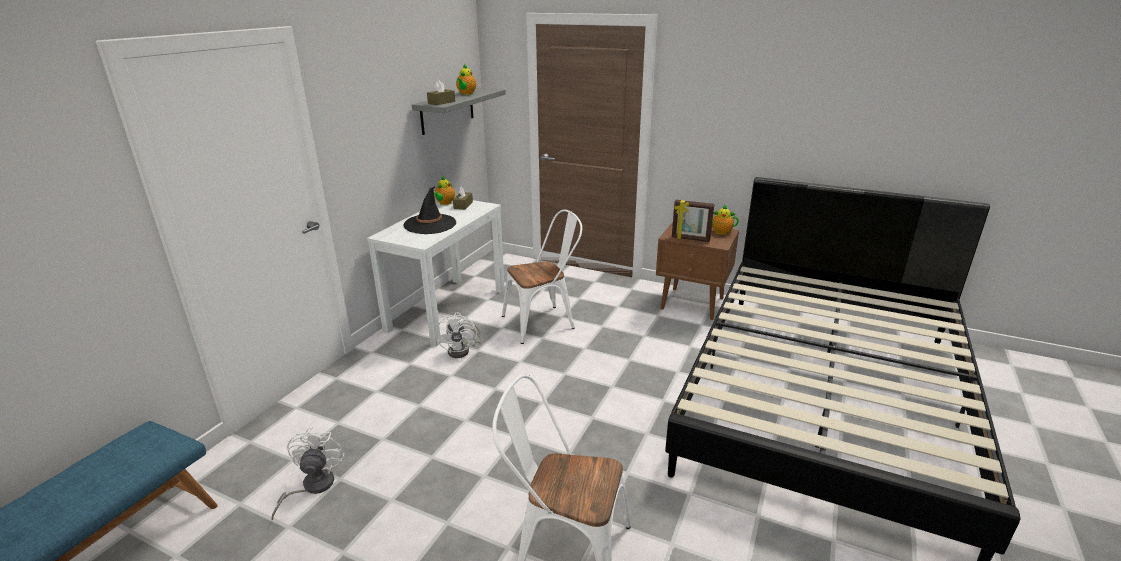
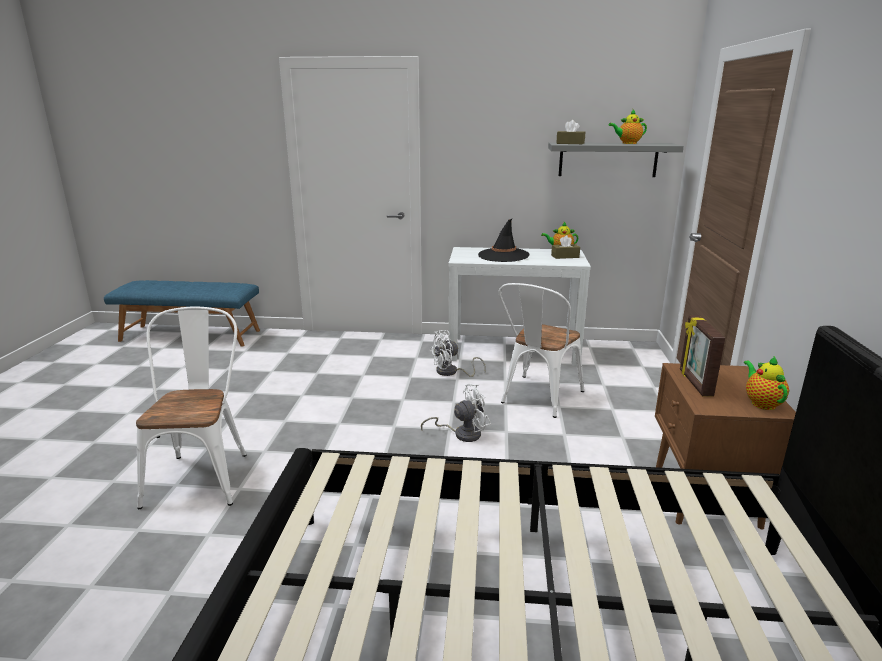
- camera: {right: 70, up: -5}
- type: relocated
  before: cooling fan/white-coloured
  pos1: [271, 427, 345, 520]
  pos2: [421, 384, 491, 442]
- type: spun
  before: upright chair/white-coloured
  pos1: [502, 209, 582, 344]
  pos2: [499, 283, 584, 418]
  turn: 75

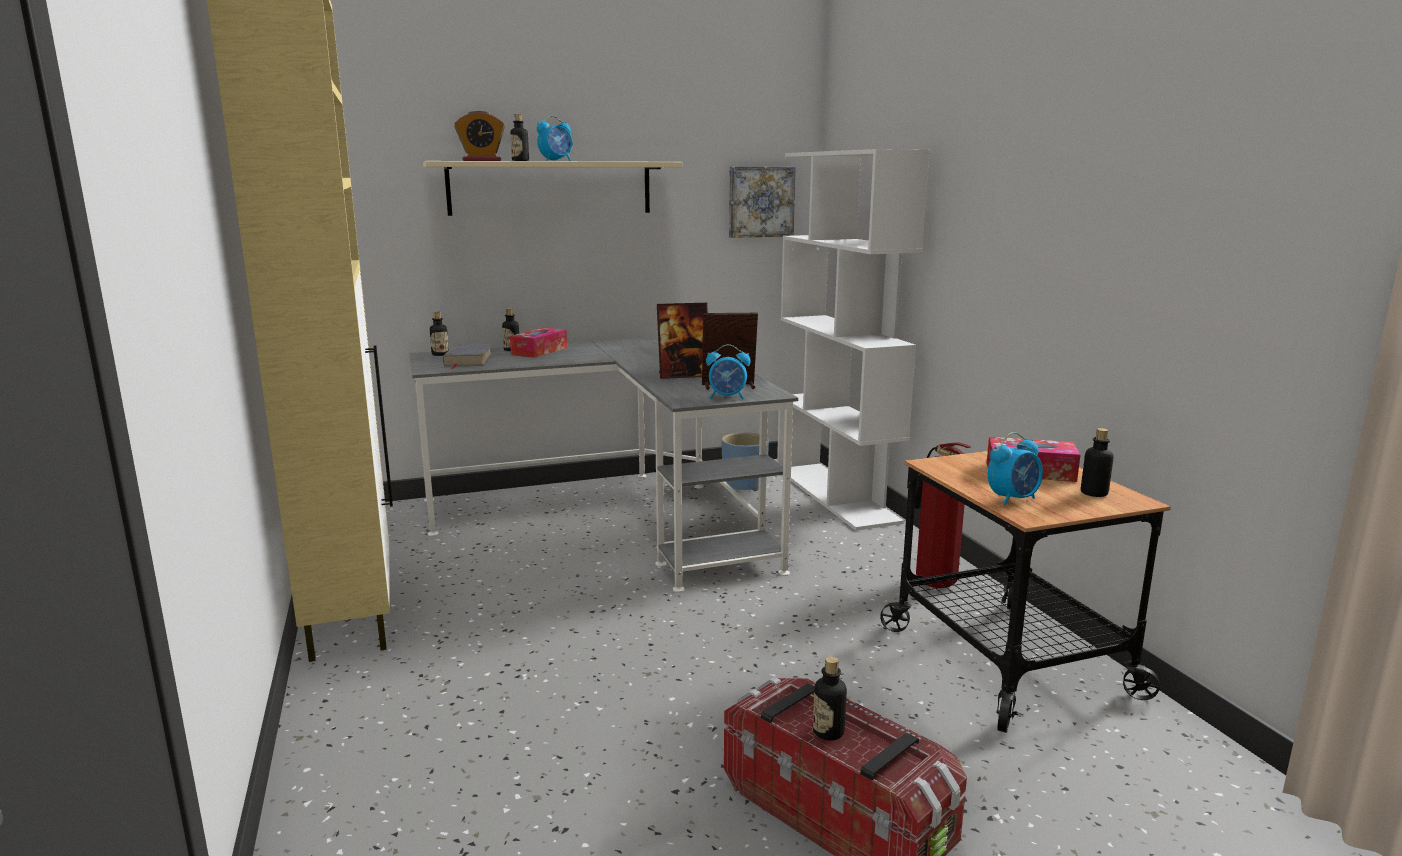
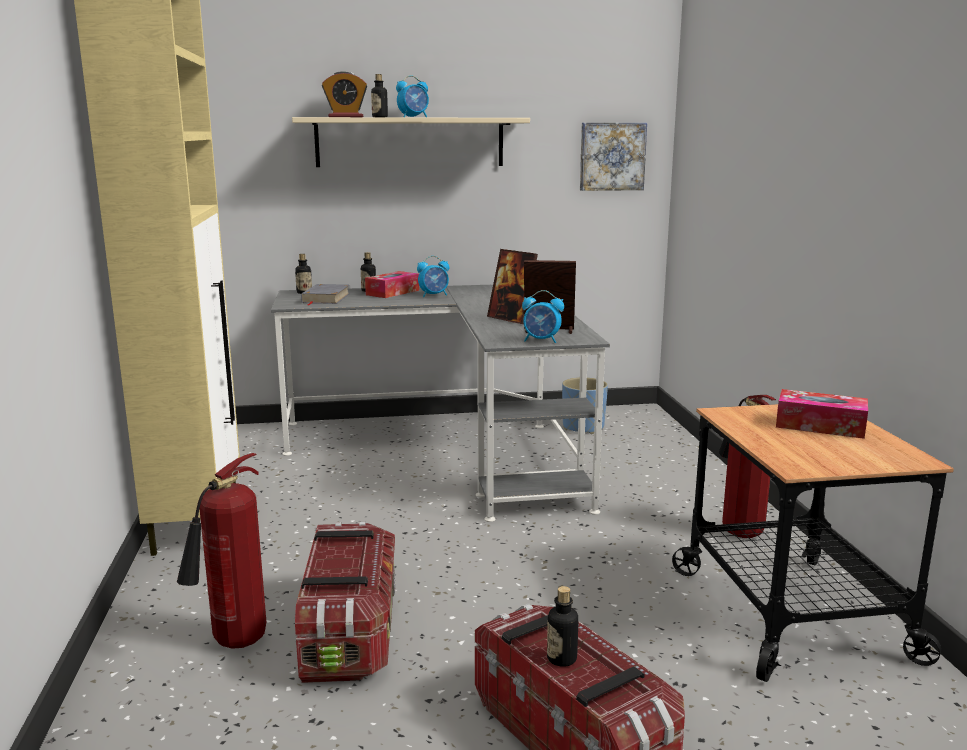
- camera: {right: 10, up: 0}
- type: missing
  before: shelving unit/white-coloured
  pos1: [777, 149, 929, 531]
- type: missing
  before: beverage bottle
  pos1: [1081, 428, 1113, 497]
- type: appeared
  after: fire extinguisher
  pos2: [177, 453, 266, 649]
- type: appeared
  after: storage bin
  pos2: [295, 521, 395, 683]
- type: relocated
  before: bedside clock
  pos1: [988, 432, 1043, 506]
  pos2: [417, 256, 449, 297]
- type: spun
  before: picture frame
  pos1: [657, 303, 708, 379]
  pos2: [487, 249, 538, 324]
  turn: 45

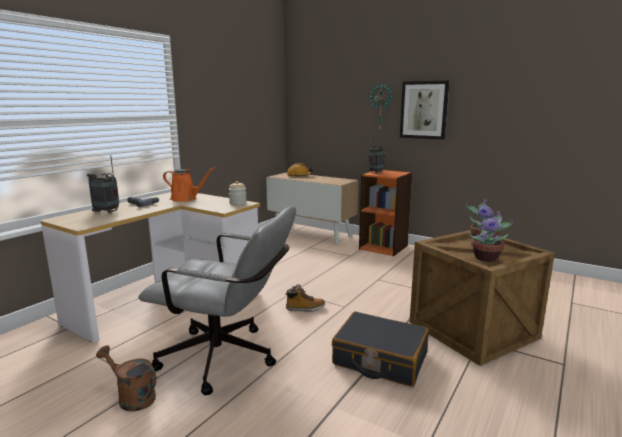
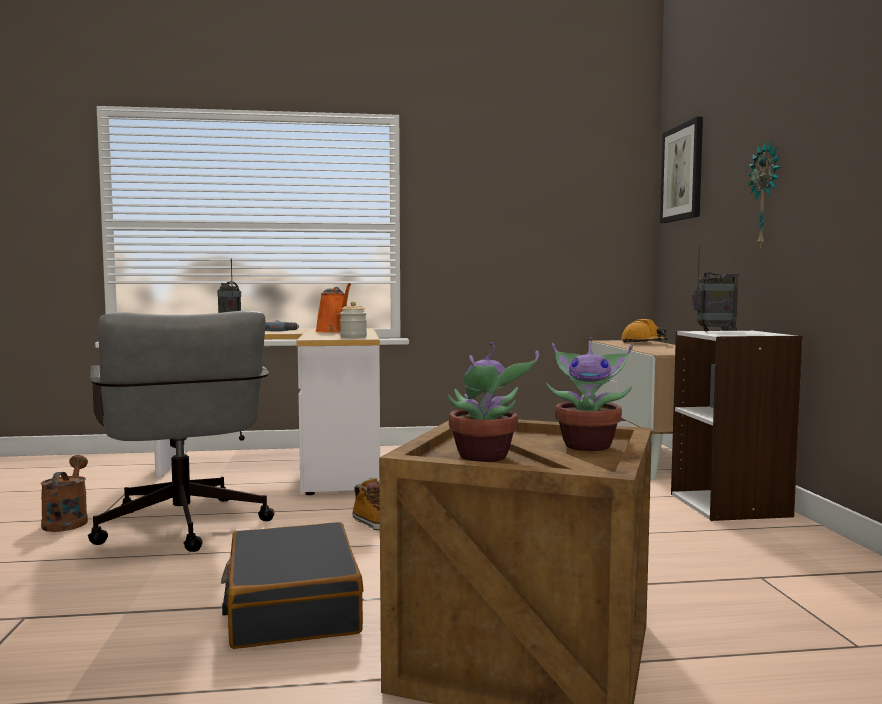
- camera: {right: 50, up: -10}
- type: relocated
  before: picture
  pos1: [400, 81, 449, 140]
  pos2: [660, 117, 703, 223]
- type: colour
  before: shelving unit/orange
  after: shelving unit/white-coloured
  pos1: [359, 170, 412, 256]
  pos2: [671, 330, 803, 521]

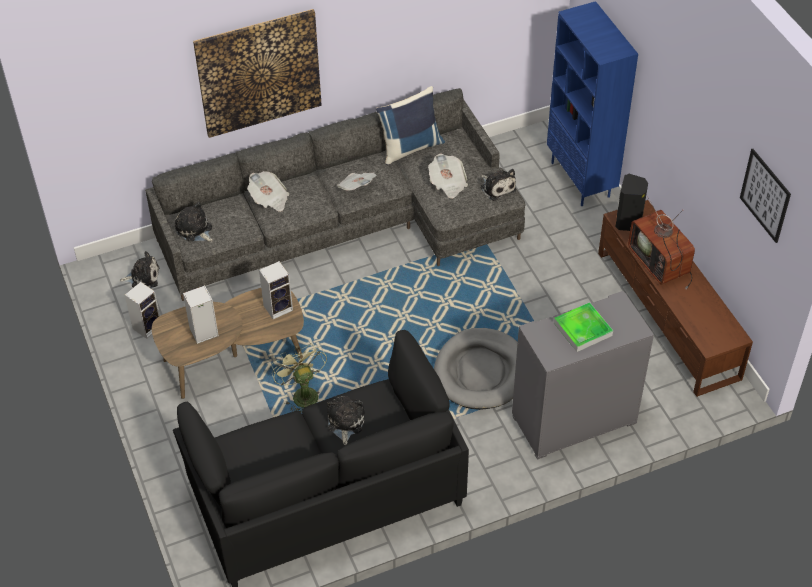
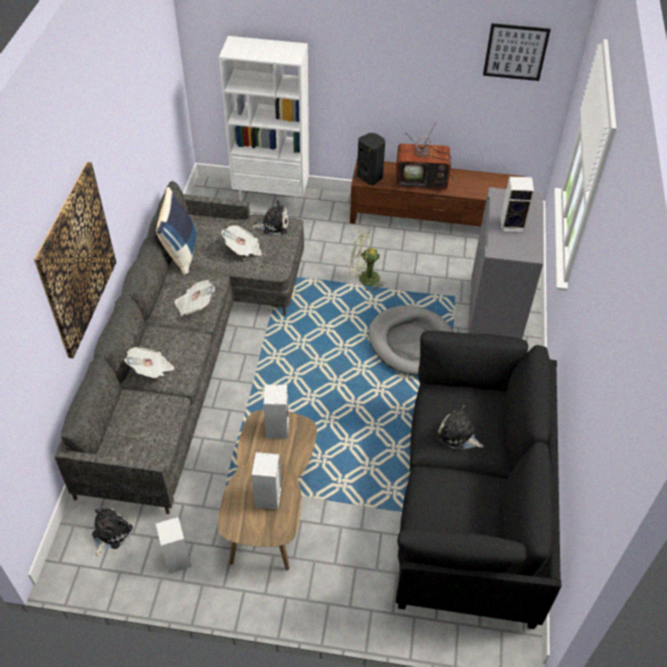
- camera: {right: -60, up: 0}
- type: missing
  before: soft toy
  pos1: [175, 202, 213, 242]
- type: relocated
  before: cooling fan/green-coloured
  pos1: [271, 343, 327, 413]
  pos2: [350, 229, 386, 291]
- type: exchanged
  before: tray
  after: audio speaker
  pos1: [554, 302, 613, 352]
  pos2: [500, 176, 534, 233]
- type: colour
  before: shelving unit/bluish
  after: shelving unit/white-coloured
  pos1: [547, 1, 638, 206]
  pos2: [219, 36, 309, 209]

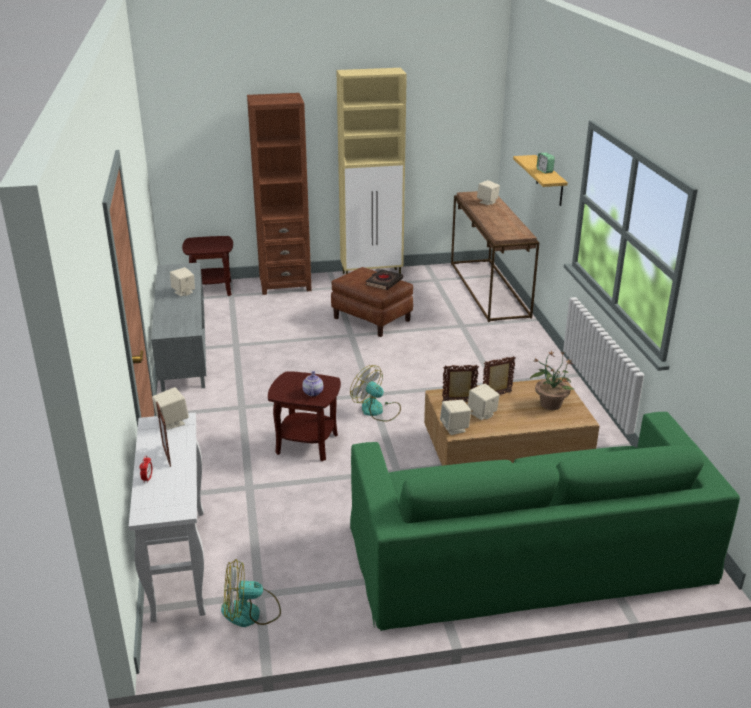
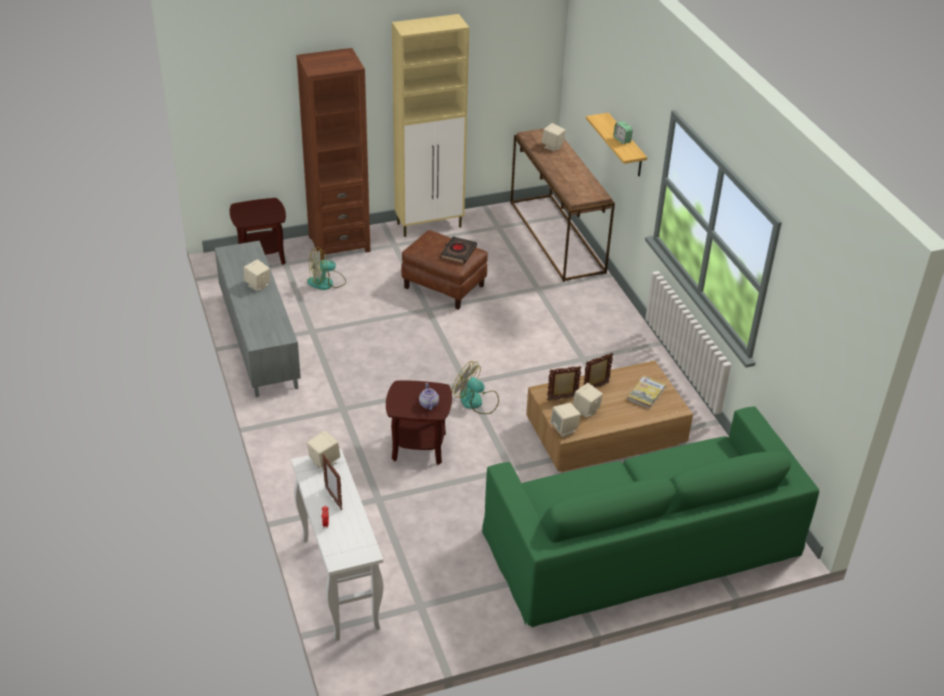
- camera: {right: -10, up: 10}
- type: relocated
  before: cooling fan
  pos1: [221, 559, 281, 627]
  pos2: [307, 247, 346, 290]
- type: exchanged
  before: plant in a pot
  after: volume
  pos1: [530, 350, 574, 410]
  pos2: [627, 375, 666, 409]

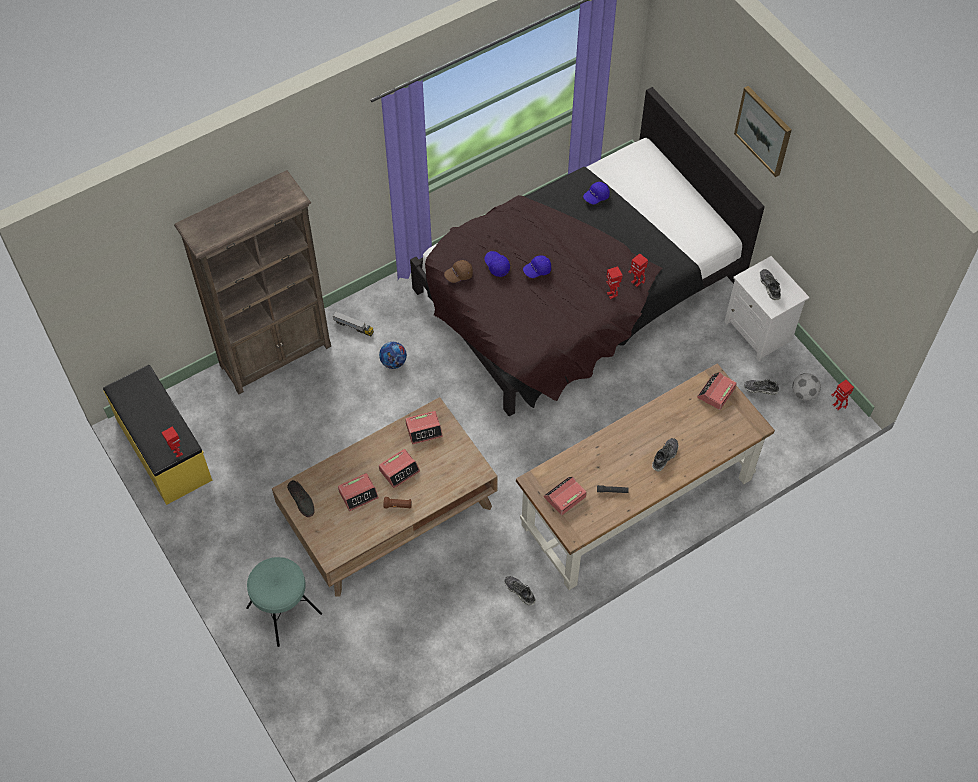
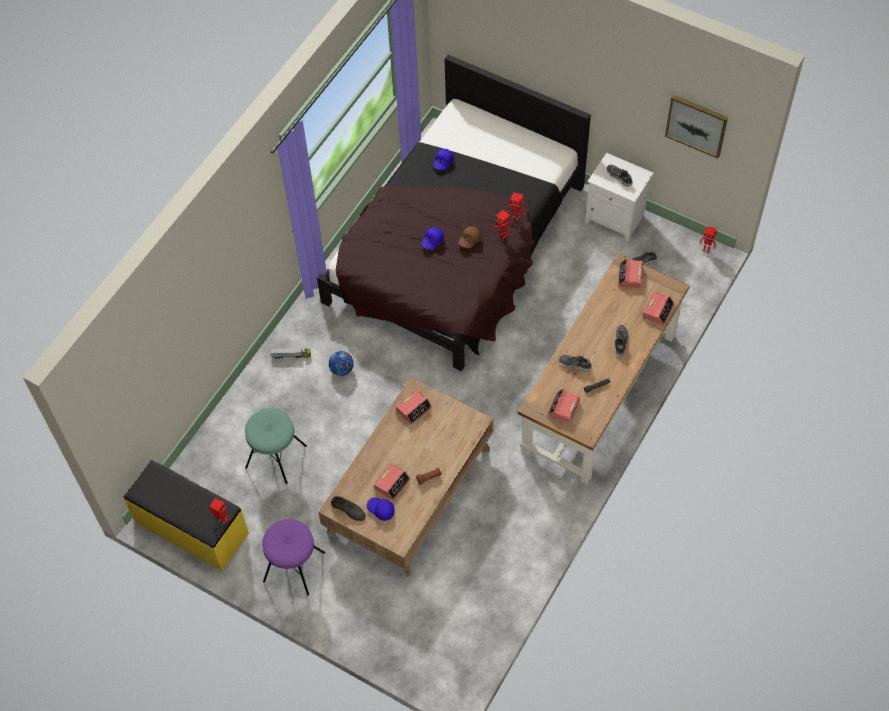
- camera: {right: -25, up: 0}
- type: missing
  before: shelving unit/brownish
  pos1: [174, 170, 331, 395]
- type: missing
  before: football ball
  pos1: [792, 373, 821, 401]
- type: appeared
  after: sitting stool/purple
  pos2: [262, 519, 325, 595]
- type: relocated
  before: sitting stool/turquoise
  pos1: [246, 557, 322, 647]
  pos2: [245, 408, 307, 484]
- type: relocated
  before: bedside clock
  pos1: [379, 449, 420, 488]
  pos2: [642, 292, 674, 325]
- type: relocated
  before: peaked cap/brownish
  pos1: [444, 260, 473, 283]
  pos2: [458, 226, 481, 249]
- type: relocated
  before: peaked cap/bluish
  pos1: [484, 251, 510, 277]
  pos2: [367, 498, 394, 521]
- type: relocated
  before: item of footwear
  pos1: [504, 576, 536, 605]
  pos2: [559, 355, 592, 372]
- type: relocated
  before: picture
  pos1: [734, 86, 791, 177]
  pos2: [665, 95, 728, 159]

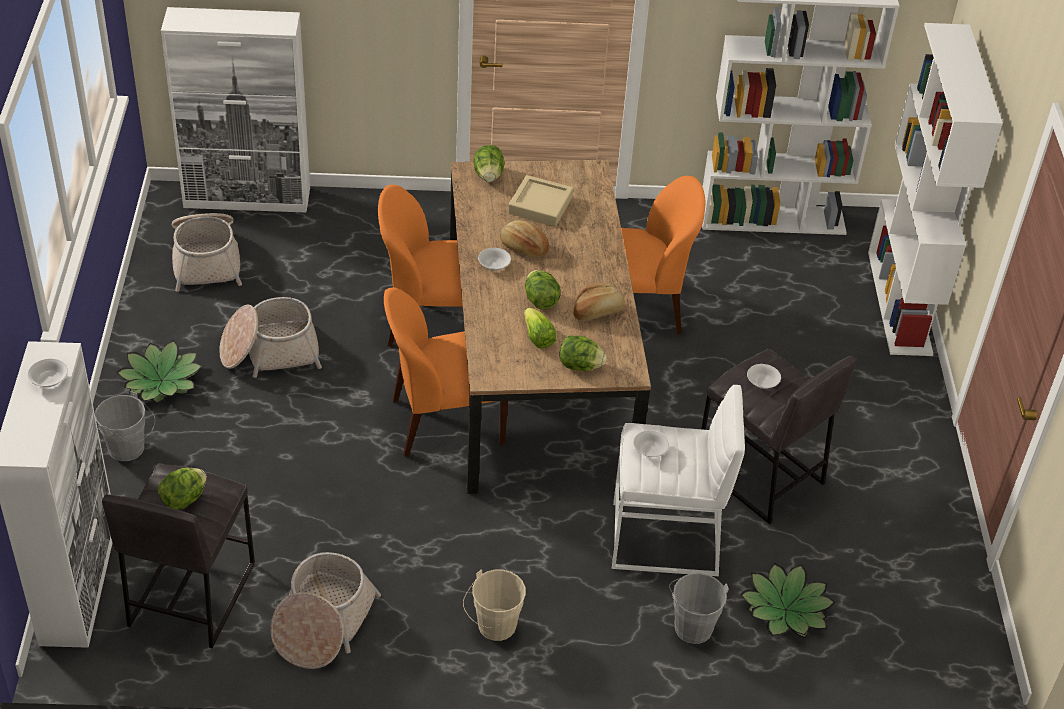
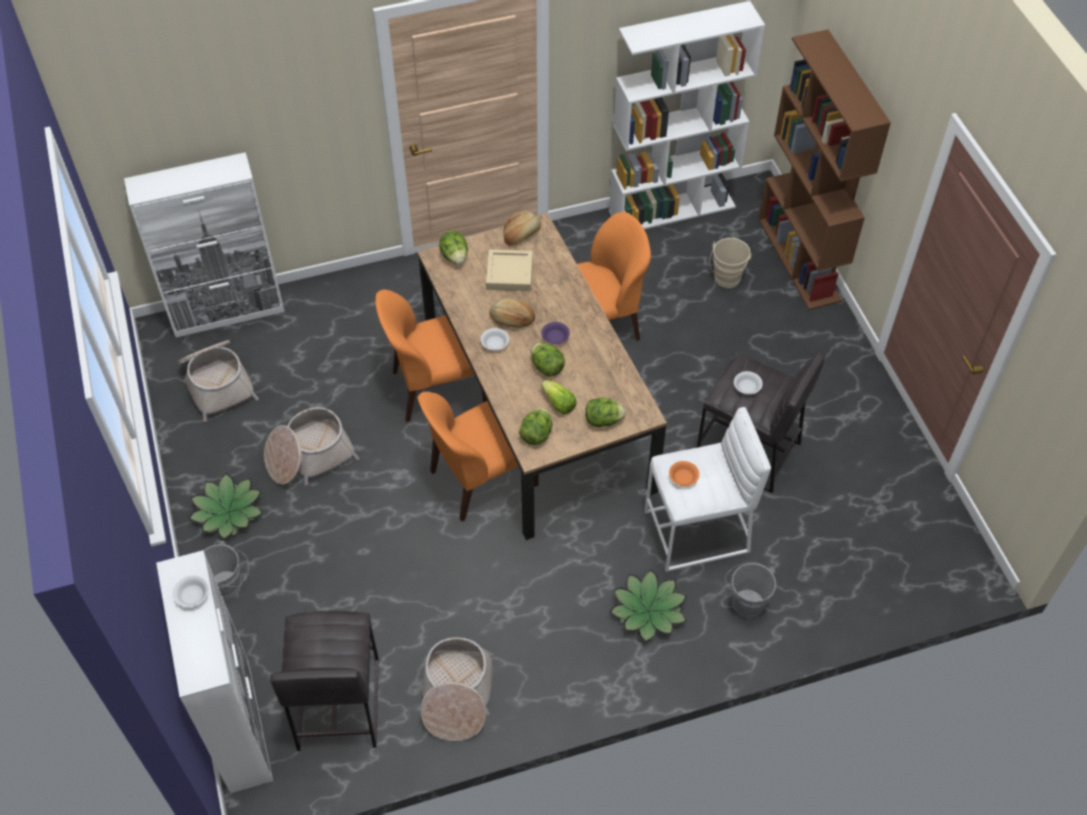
- camera: {right: -15, up: 10}
- type: appeared
  after: serving bowl/purple
  pos2: [541, 322, 570, 344]
- type: relocated
  before: head of lettuce
  pos1: [158, 468, 207, 510]
  pos2: [519, 408, 552, 445]
- type: relocated
  before: bucket/beige-coloured
  pos1: [463, 569, 526, 641]
  pos2: [709, 238, 752, 288]
- type: relocated
  before: baked bread
  pos1: [573, 283, 625, 321]
  pos2: [503, 211, 541, 246]
- type: relocated
  before: plant in a pot
  pos1: [740, 563, 835, 638]
  pos2: [610, 569, 687, 642]
- type: colour
  before: serving bowl/white-coloured
  after: serving bowl/orange
  pos1: [633, 430, 669, 457]
  pos2: [669, 461, 699, 486]
- type: colour
  before: shelving unit/white-coloured
  after: shelving unit/brownish
  pos1: [868, 23, 1003, 356]
  pos2: [758, 29, 891, 310]

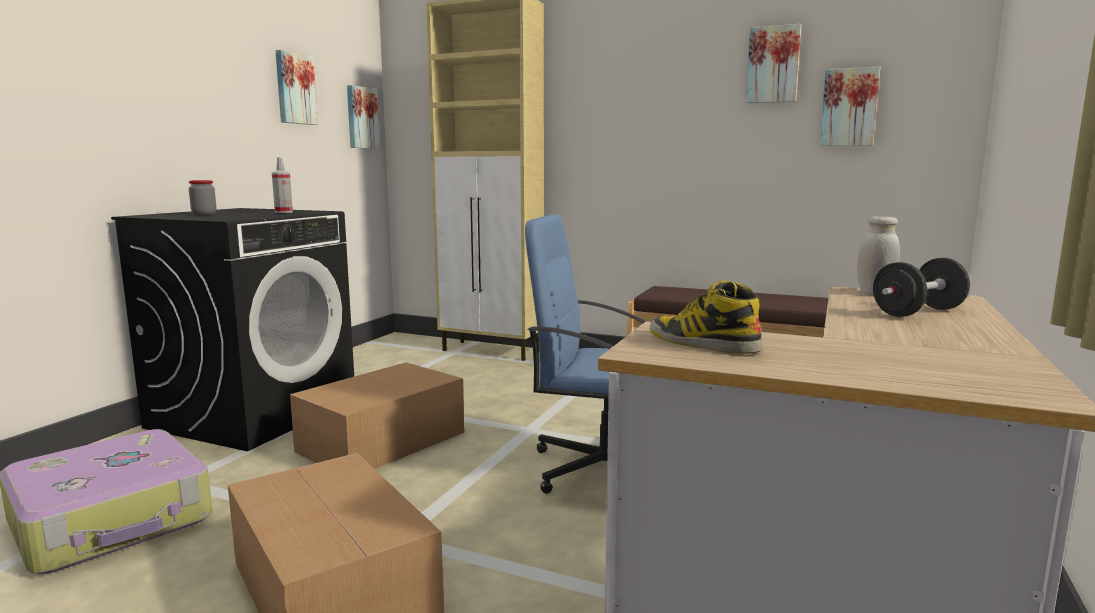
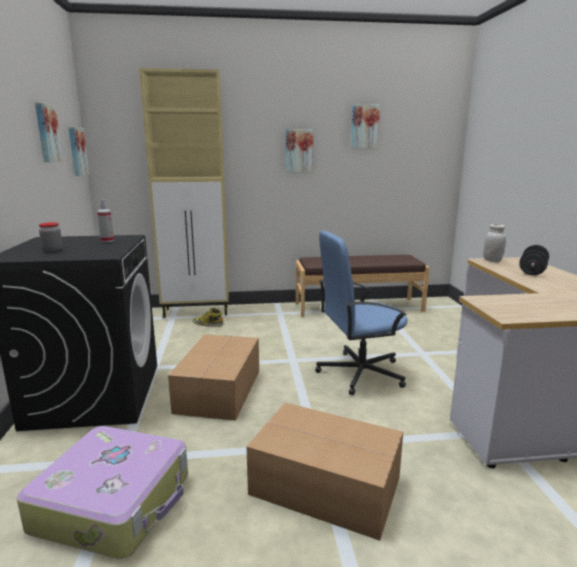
- camera: {right: -30, up: 5}
- type: relocated
  before: boot
  pos1: [650, 281, 762, 354]
  pos2: [192, 307, 224, 327]
- type: relocated
  before: picture
  pos1: [820, 66, 880, 146]
  pos2: [286, 129, 313, 172]

